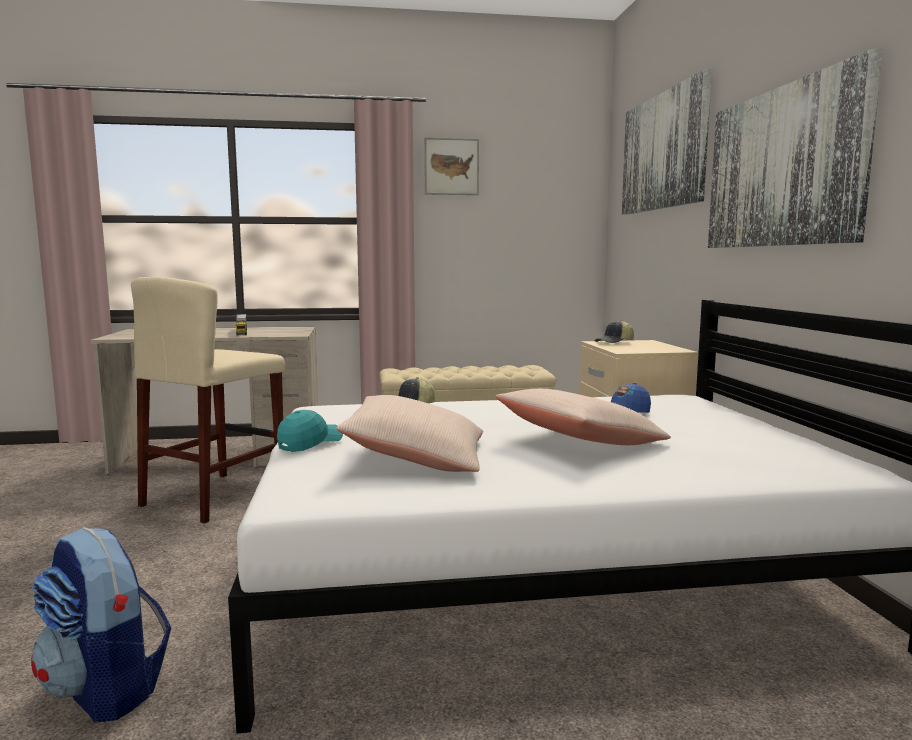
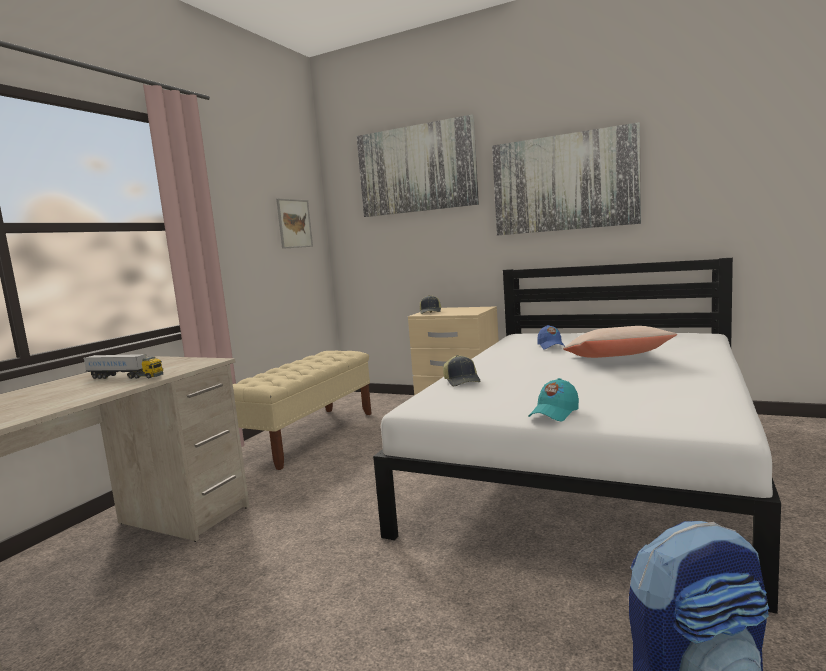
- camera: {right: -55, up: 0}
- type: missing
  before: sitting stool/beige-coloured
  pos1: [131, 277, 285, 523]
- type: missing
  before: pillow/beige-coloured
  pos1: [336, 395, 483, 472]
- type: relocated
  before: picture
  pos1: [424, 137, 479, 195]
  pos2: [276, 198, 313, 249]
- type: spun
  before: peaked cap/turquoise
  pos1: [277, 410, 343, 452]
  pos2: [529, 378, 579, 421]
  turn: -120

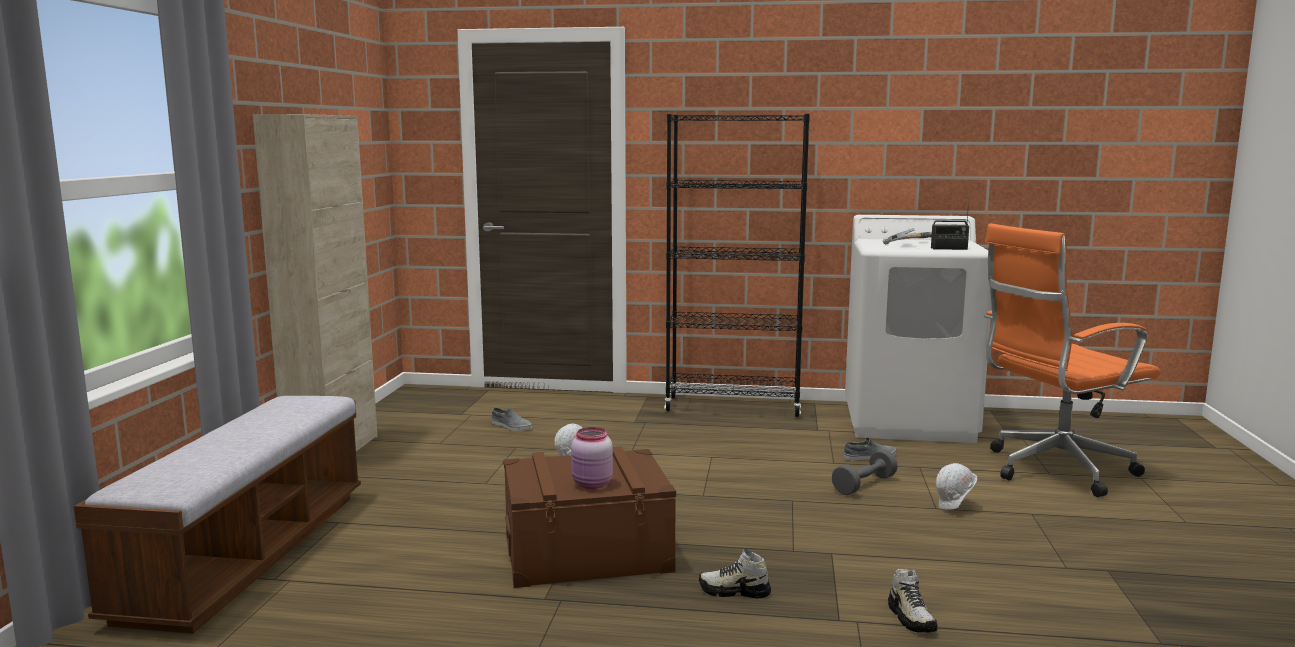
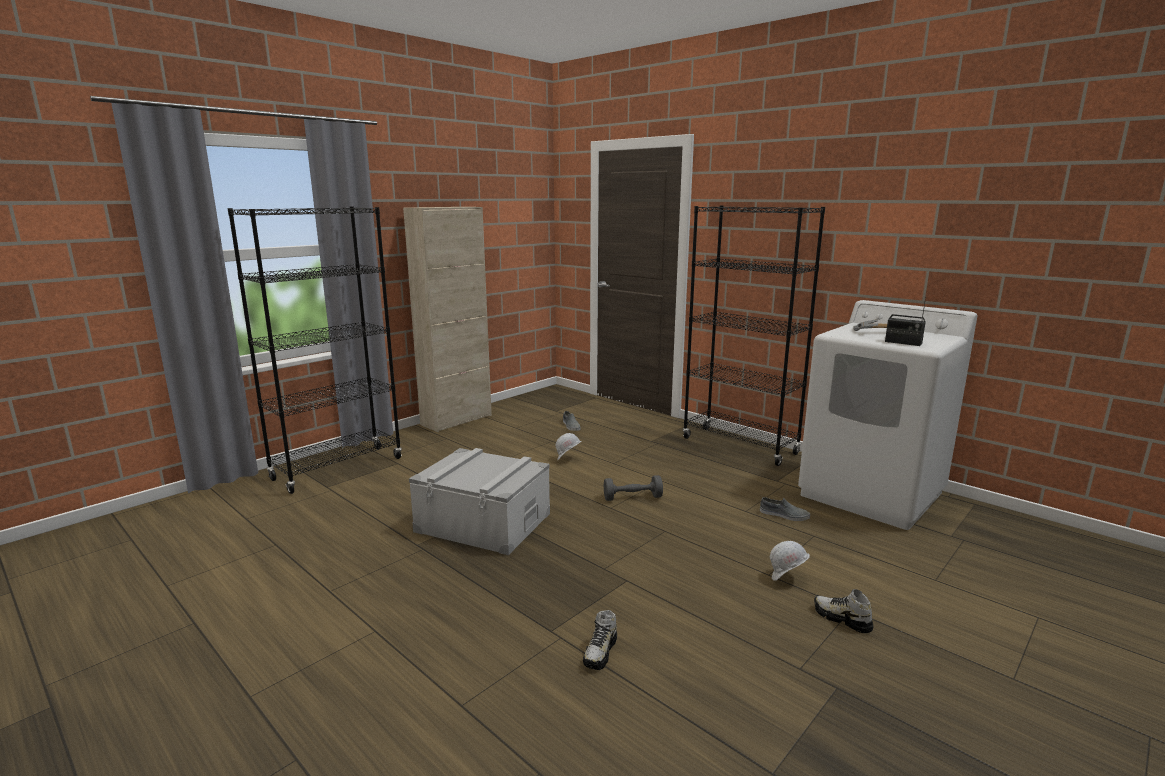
- camera: {right: 35, up: 5}
- type: missing
  before: jar/pink
  pos1: [571, 427, 613, 489]
- type: missing
  before: office chair/orange
  pos1: [984, 223, 1160, 497]
- type: relocated
  before: item of footwear
  pos1: [699, 549, 771, 599]
  pos2: [814, 589, 874, 633]
- type: relocated
  before: dumbbell/grey
  pos1: [832, 449, 898, 495]
  pos2: [604, 475, 663, 501]
- type: exchanged
  before: long seat
  after: shelving unit/black-coloured
  pos1: [74, 396, 361, 634]
  pos2: [228, 207, 402, 494]
- type: colour
  before: storage bin/brownish
  after: storage bin/grey
  pos1: [503, 446, 676, 588]
  pos2: [409, 448, 550, 555]

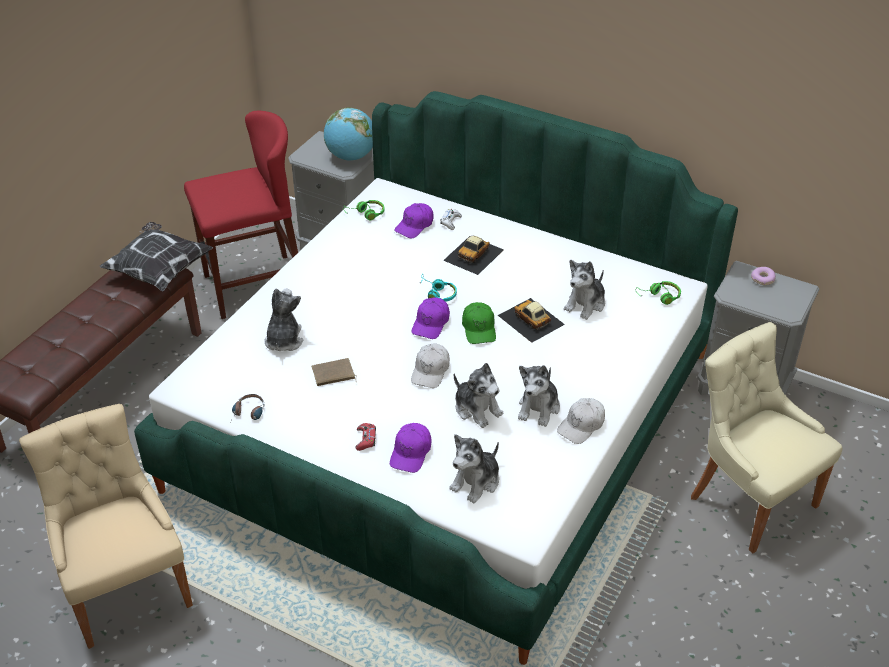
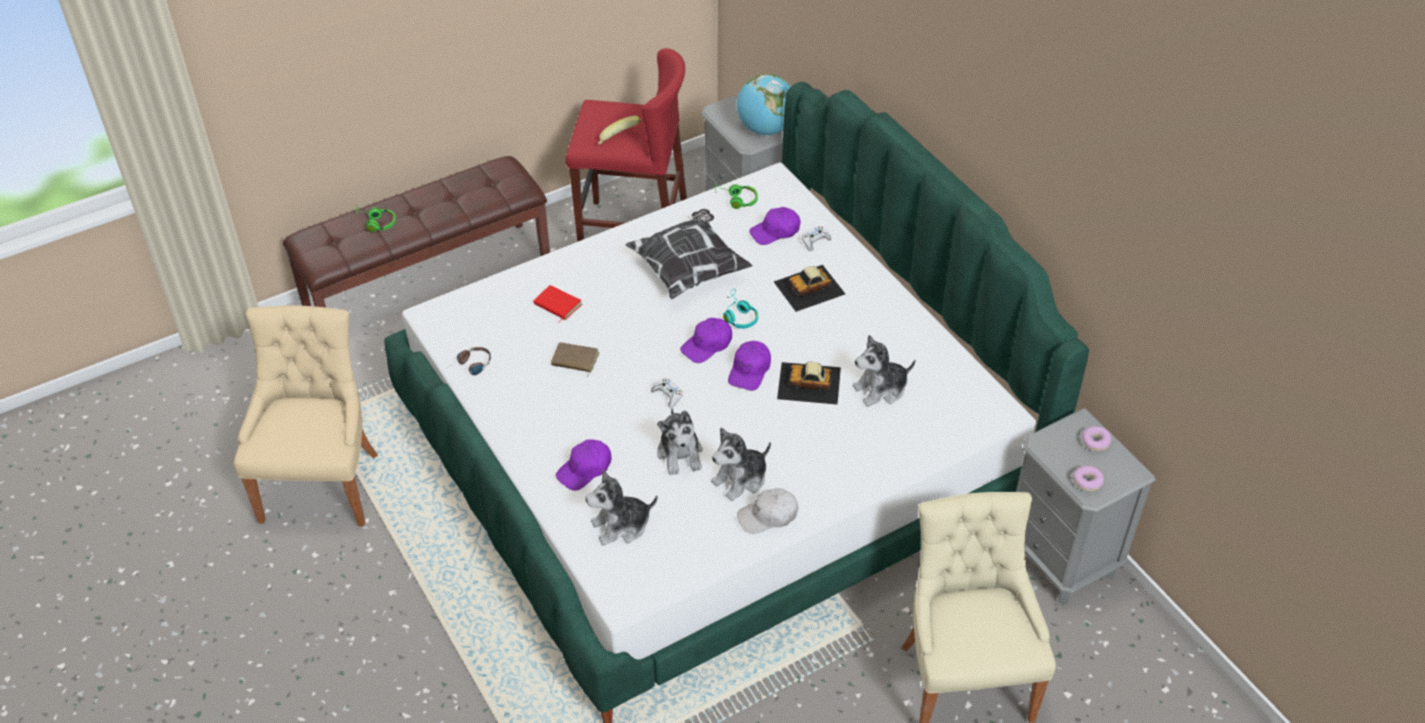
- camera: {right: 30, up: 5}
- type: missing
  before: joypad/reddish
  pos1: [356, 423, 376, 451]
- type: appeared
  after: whole banana
  pos2: [598, 116, 641, 144]
- type: appeared
  after: ring doughnut
  pos2: [1073, 466, 1104, 491]
- type: relocated
  before: pillow
  pos1: [100, 222, 213, 291]
  pos2: [626, 209, 752, 299]
- type: relocated
  before: pair of headphones/green-coloured
  pos1: [636, 281, 681, 305]
  pos2: [355, 205, 396, 232]
- type: exchanged
  before: soft toy
  after: volume/reddish
  pos1: [265, 289, 304, 351]
  pos2: [533, 285, 582, 323]
- type: exchanged
  before: peaked cap/white-coloured
  after: joypad/white-coloured
  pos1: [411, 344, 450, 388]
  pos2: [651, 378, 683, 408]
- type: colour
  before: peaked cap/green-coloured
  after: peaked cap/purple
  pos1: [462, 302, 496, 344]
  pos2: [728, 341, 771, 391]
- type: spun
  before: toy car
  pos1: [498, 298, 565, 343]
  pos2: [777, 362, 841, 405]
  turn: -75

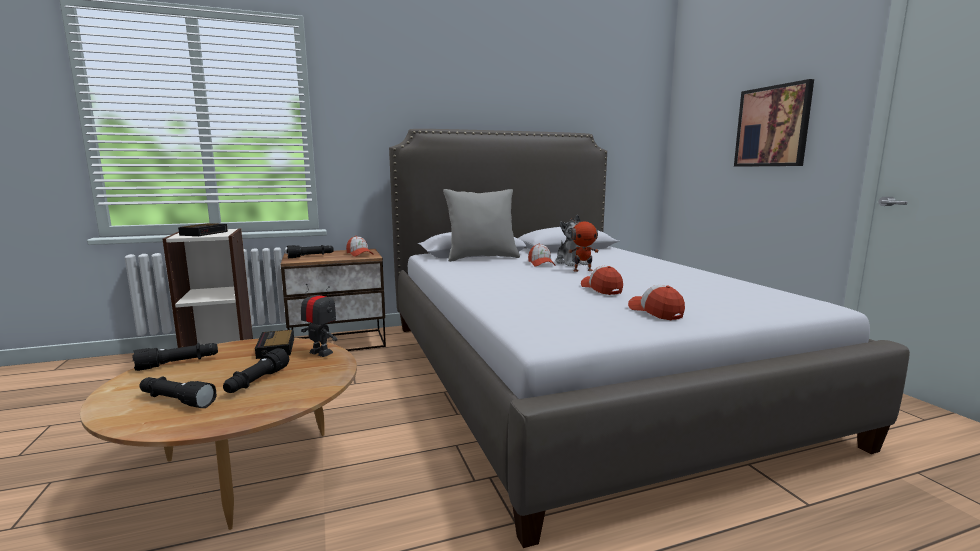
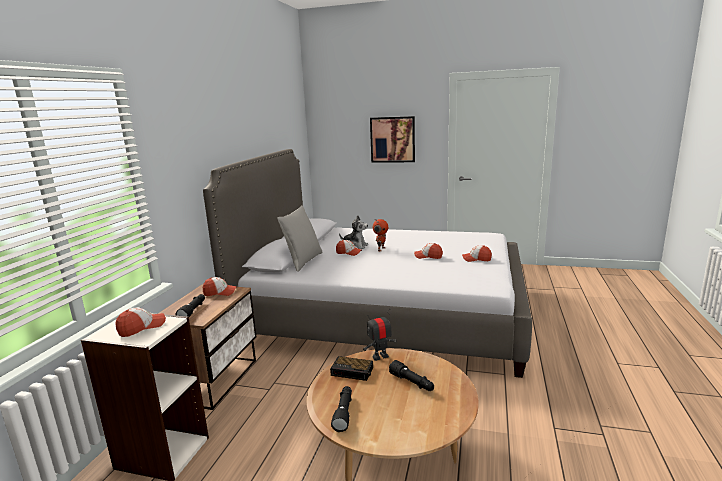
- camera: {right: -55, up: 5}
- type: missing
  before: flashlight/black-coloured
  pos1: [140, 376, 217, 408]
- type: exchanged
  before: bedside clock
  after: peaked cap
  pos1: [178, 223, 228, 236]
  pos2: [115, 307, 166, 337]

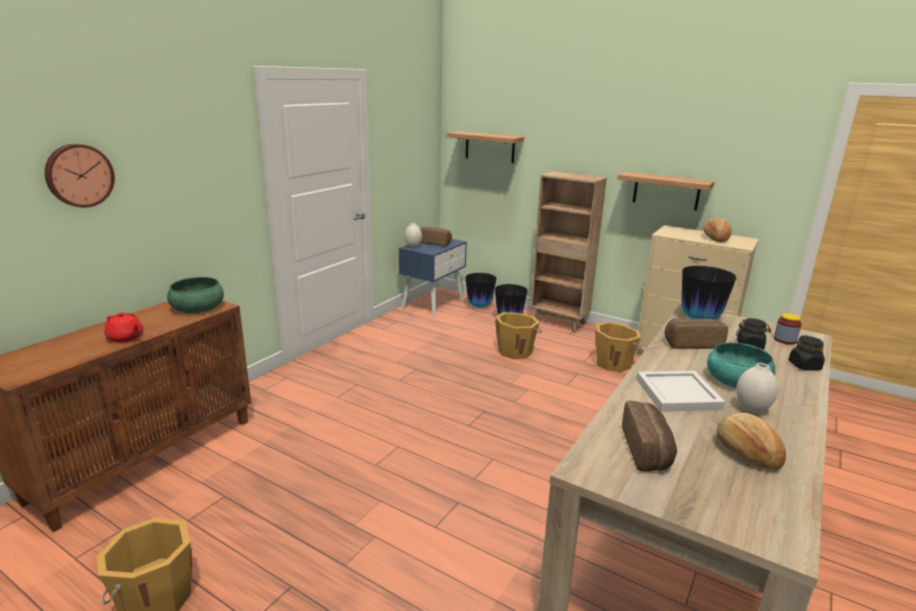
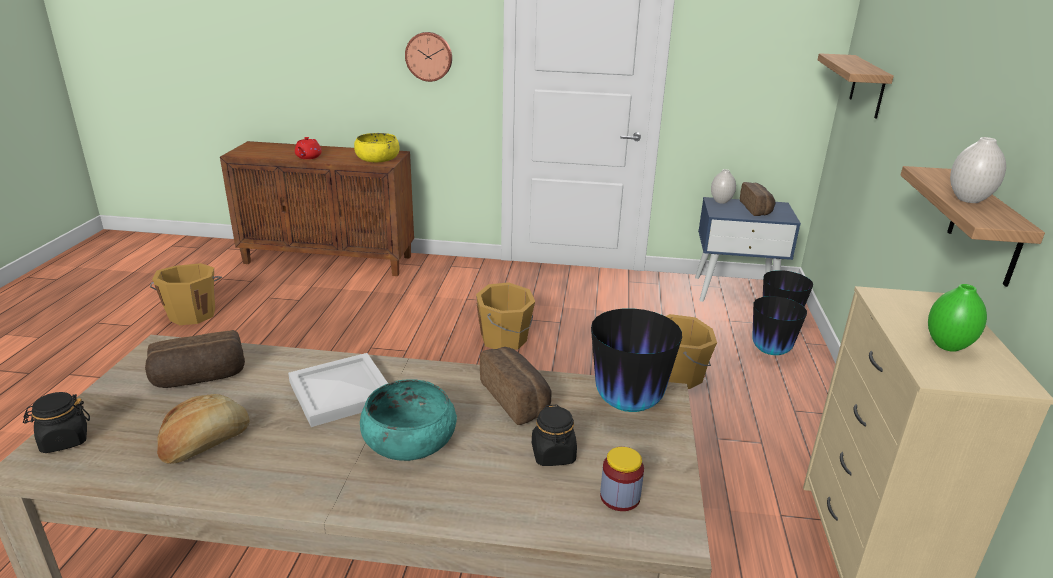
- camera: {right: 65, up: 5}
- type: missing
  before: shelving unit/brownish
  pos1: [530, 171, 607, 333]
- type: relocated
  before: wall clock
  pos1: [45, 144, 115, 208]
  pos2: [405, 32, 452, 82]
- type: relocated
  before: bucket/orange
  pos1: [595, 322, 642, 372]
  pos2: [476, 282, 535, 350]
- type: relocated
  before: vase/white-coloured
  pos1: [736, 363, 778, 414]
  pos2: [950, 137, 1006, 203]
- type: relocated
  before: jar/black-coloured
  pos1: [788, 335, 825, 371]
  pos2: [23, 392, 90, 453]
- type: exchanged
  before: baked bread
  after: vase/green-coloured
  pos1: [703, 218, 732, 242]
  pos2: [928, 284, 987, 352]
- type: colour
  before: serving bowl/green-coloured
  after: serving bowl/yellowish
  pos1: [167, 277, 224, 313]
  pos2: [354, 133, 399, 162]

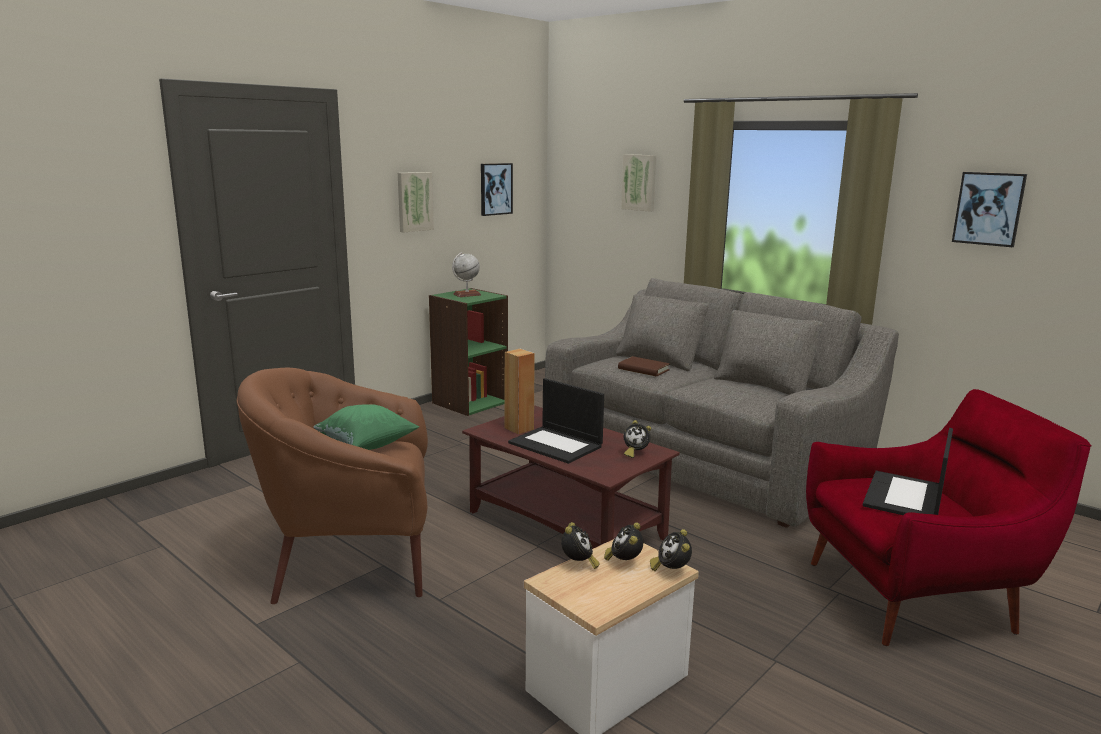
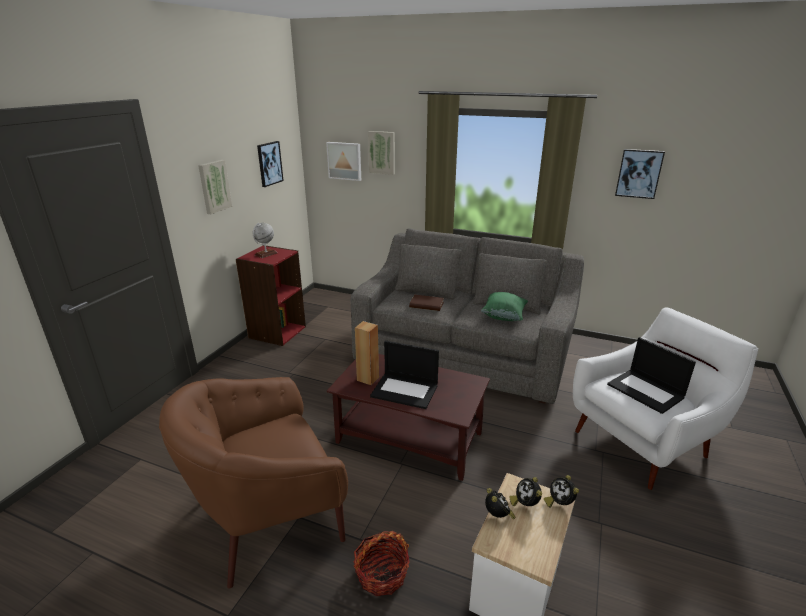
- camera: {right: -20, up: 10}
- type: missing
  before: bedside clock
  pos1: [623, 420, 651, 458]
- type: appeared
  after: picture
  pos2: [326, 142, 361, 181]
- type: appeared
  after: storage basket
  pos2: [353, 531, 410, 596]
- type: relocated
  before: pillow/green-coloured
  pos1: [313, 404, 419, 450]
  pos2: [481, 292, 528, 321]
- type: colour
  before: shelving unit/green-coloured
  after: shelving unit/reddish
  pos1: [429, 288, 508, 416]
  pos2: [236, 245, 306, 346]
- type: colour
  before: easy chair/reddish
  after: easy chair/white-coloured
  pos1: [806, 389, 1092, 646]
  pos2: [573, 307, 758, 490]
- type: spun
  before: laptop
  pos1: [863, 428, 953, 515]
  pos2: [607, 337, 696, 414]
  turn: -45

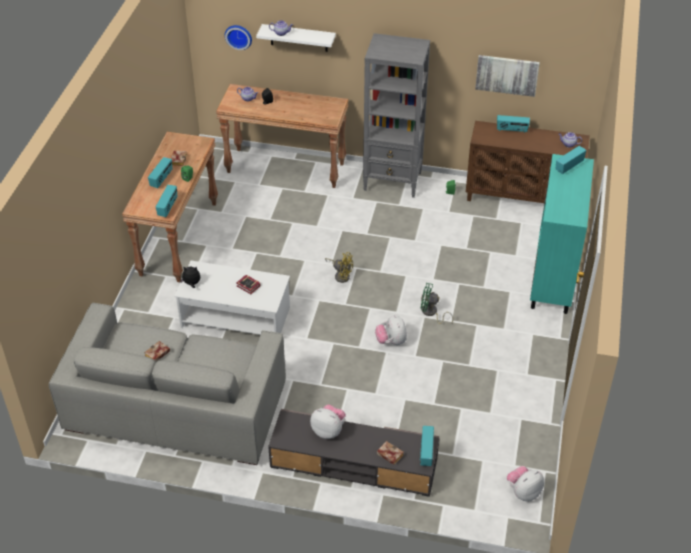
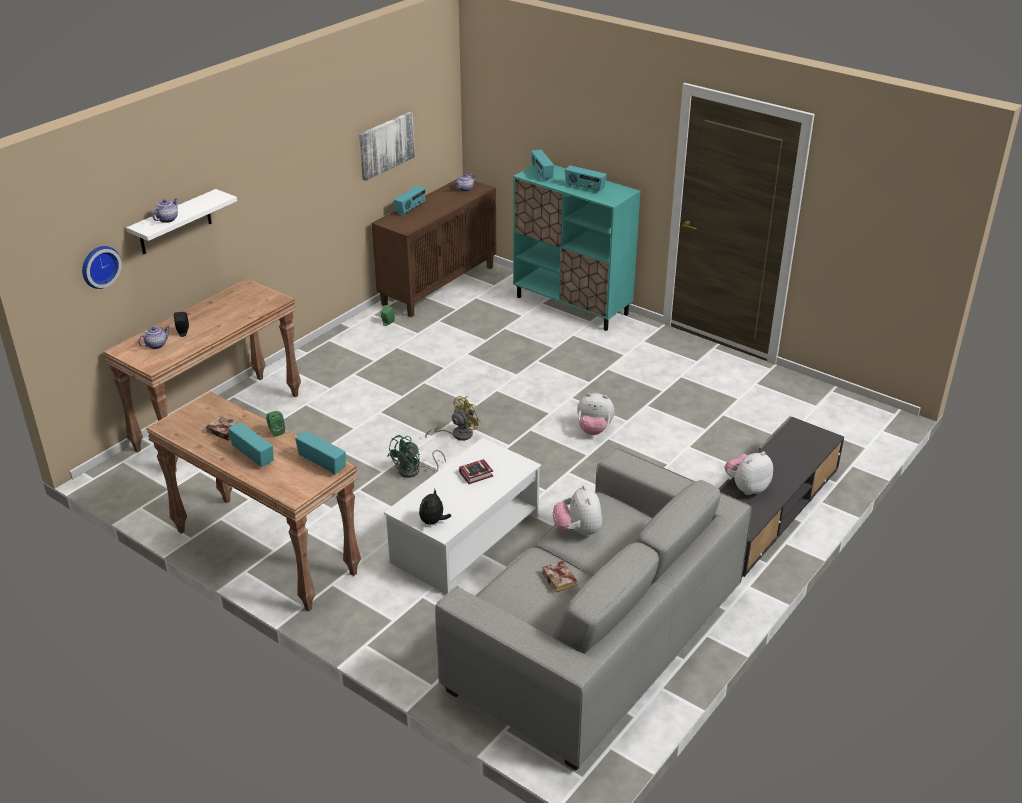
- camera: {right: -65, up: -10}
- type: missing
  before: shelving unit/grey
  pos1: [363, 33, 430, 198]
- type: missing
  before: volume
  pos1: [377, 441, 404, 465]
- type: relocated
  before: cooling fan/green-coloured
  pos1: [420, 283, 453, 325]
  pos2: [387, 435, 446, 478]
- type: relocated
  before: radio receiver
  pos1: [420, 426, 434, 466]
  pos2: [565, 165, 607, 193]
- type: relocated
  before: soft toy
  pos1: [507, 466, 544, 501]
  pos2: [553, 485, 602, 537]

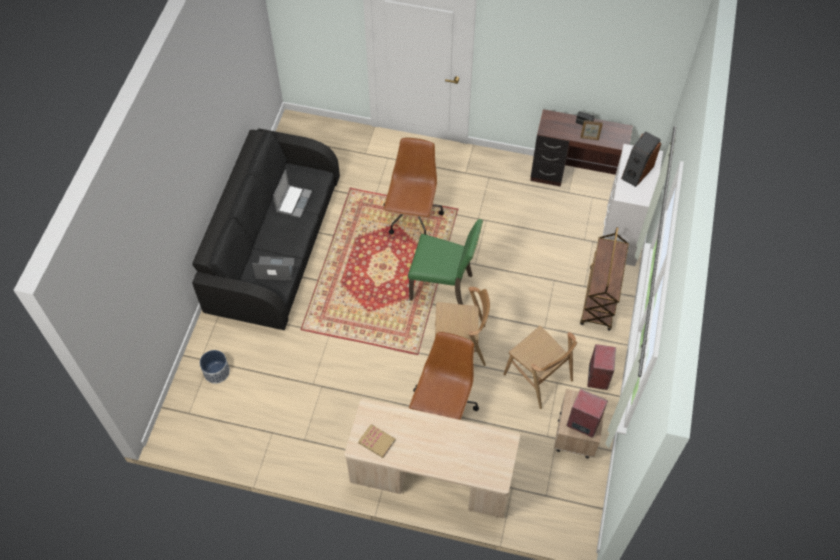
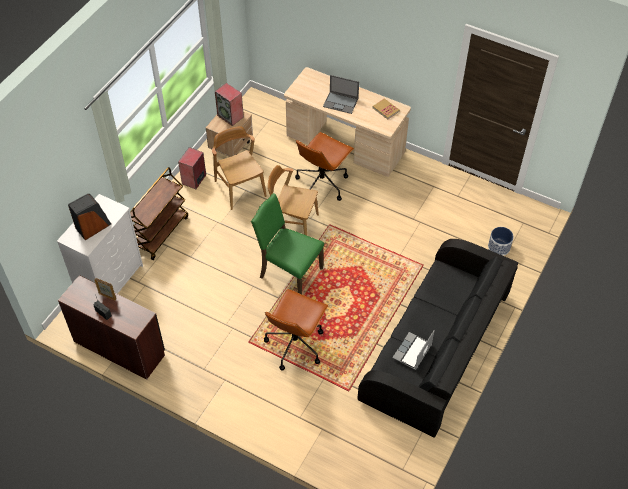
- camera: {right: -165, up: -5}
- type: relocated
  before: laptop
  pos1: [252, 256, 295, 281]
  pos2: [323, 75, 359, 114]

